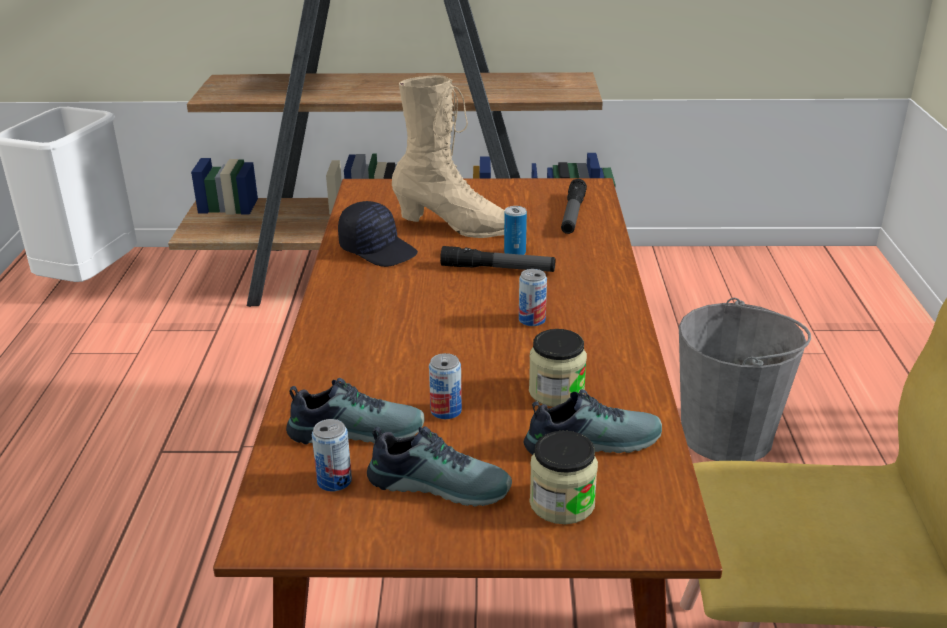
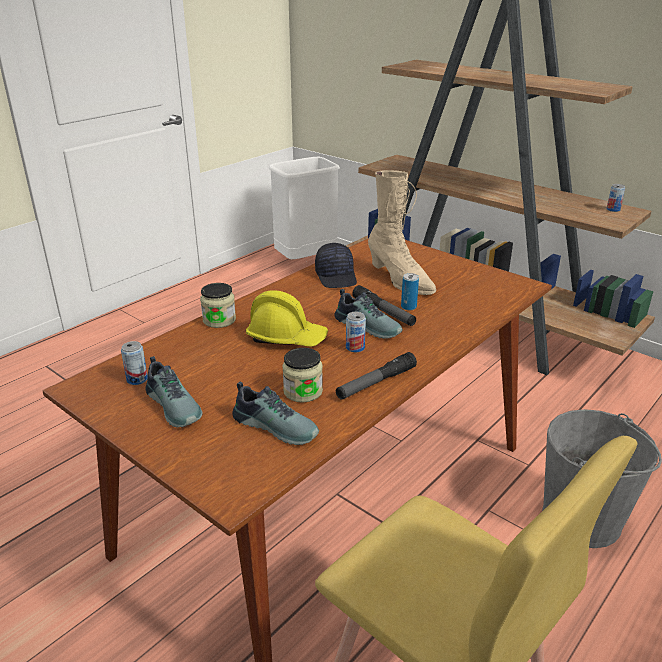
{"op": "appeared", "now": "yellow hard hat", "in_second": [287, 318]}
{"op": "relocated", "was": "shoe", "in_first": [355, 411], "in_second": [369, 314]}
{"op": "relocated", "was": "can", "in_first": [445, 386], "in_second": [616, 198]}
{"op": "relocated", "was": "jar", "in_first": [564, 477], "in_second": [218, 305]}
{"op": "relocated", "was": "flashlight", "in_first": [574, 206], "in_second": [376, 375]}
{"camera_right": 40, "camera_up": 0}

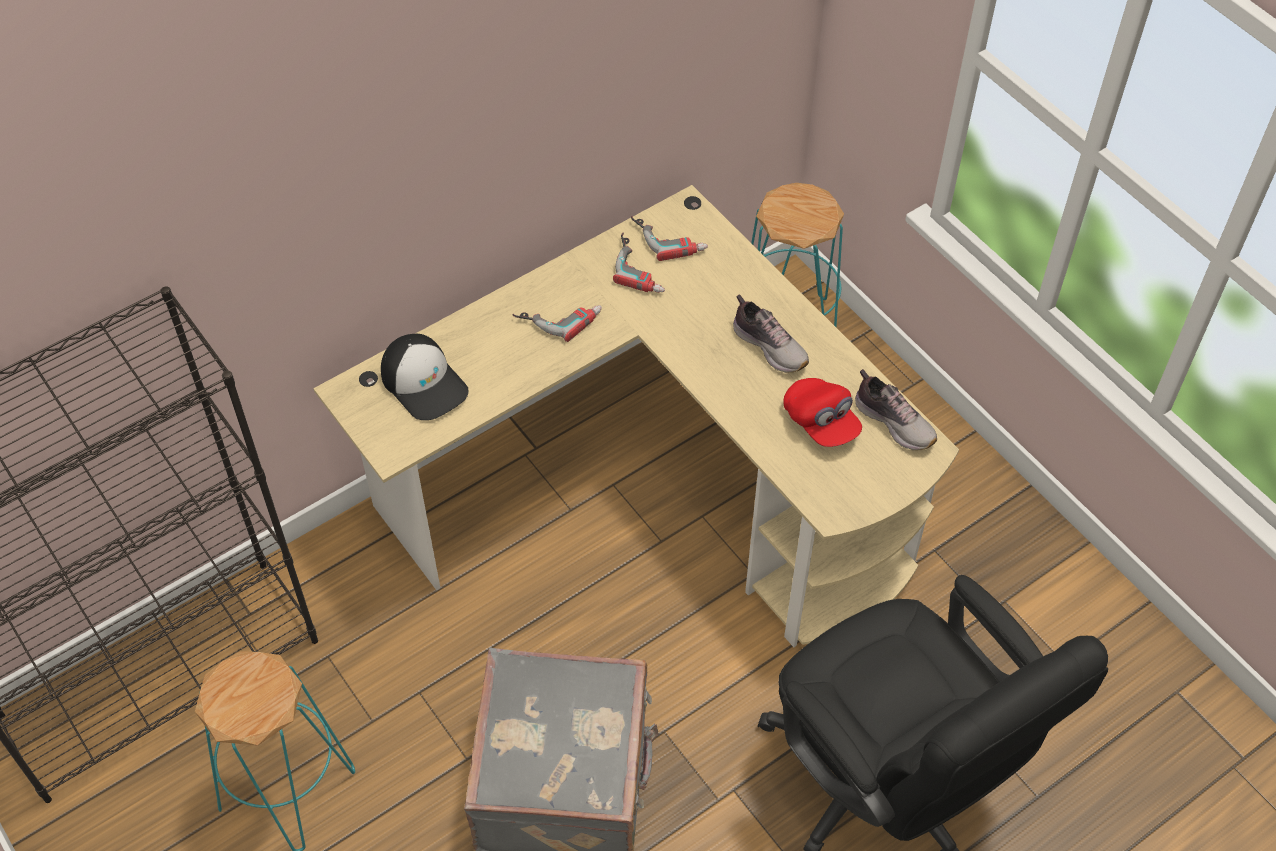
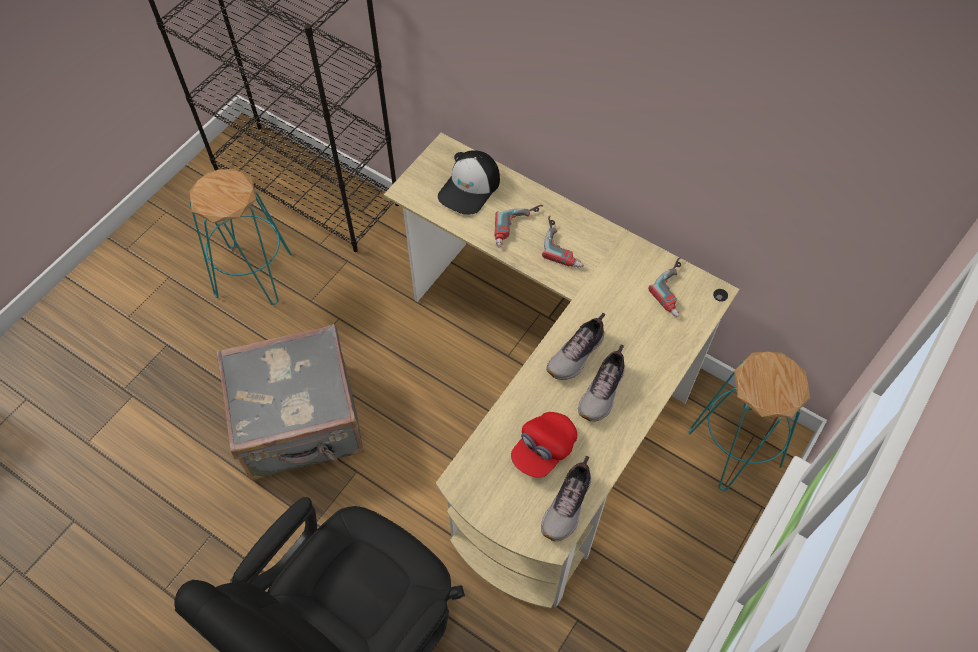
{"op": "appeared", "now": "shoe", "in_second": [575, 346]}
{"op": "relocated", "was": "power drill", "in_first": [639, 263], "in_second": [519, 226]}
{"camera_right": 70, "camera_up": 5}

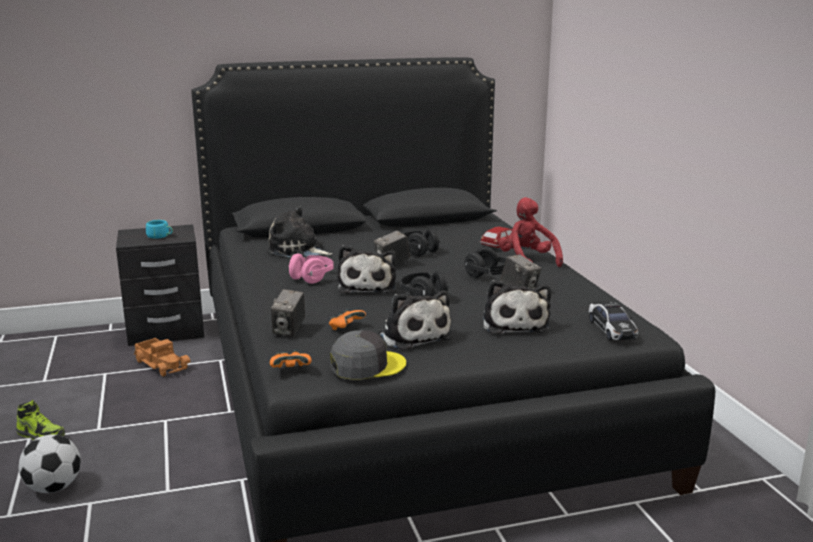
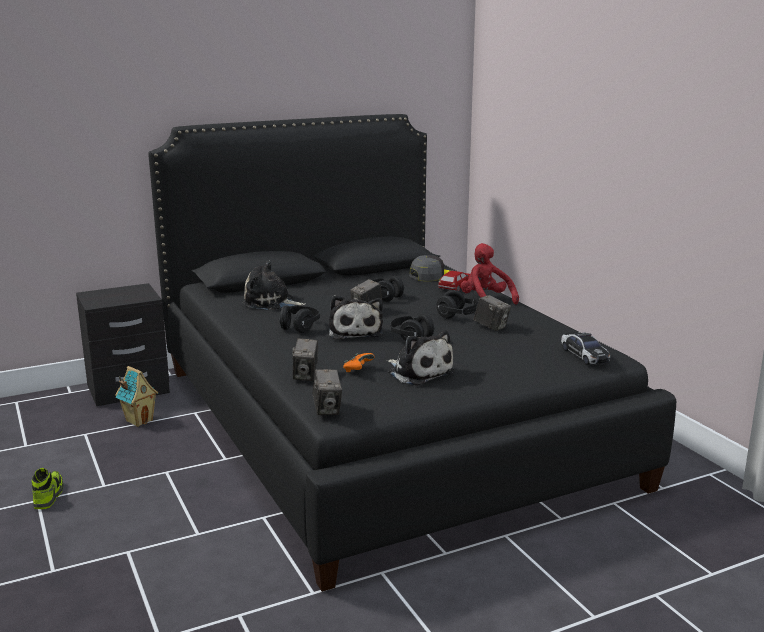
{"op": "missing", "was": "football", "in_first": [49, 463]}
{"op": "missing", "was": "turquoise cup", "in_first": [159, 229]}
{"op": "missing", "was": "plush toy", "in_first": [517, 307]}
{"op": "relocated", "was": "grey cap", "in_first": [368, 354], "in_second": [429, 268]}
{"op": "exchanged", "was": "toy truck", "now": "toy house", "in_first": [161, 357], "in_second": [136, 396]}
{"op": "exchanged", "was": "orange game controller", "now": "photo camera", "in_first": [291, 359], "in_second": [327, 392]}
{"op": "colour", "was": "pink headphones", "now": "black headphones", "in_first": [311, 268], "in_second": [299, 319]}
{"op": "spun", "was": "shoe", "in_first": [40, 420], "in_second": [47, 488], "clockwise": -105}
{"camera_right": -10, "camera_up": 0}

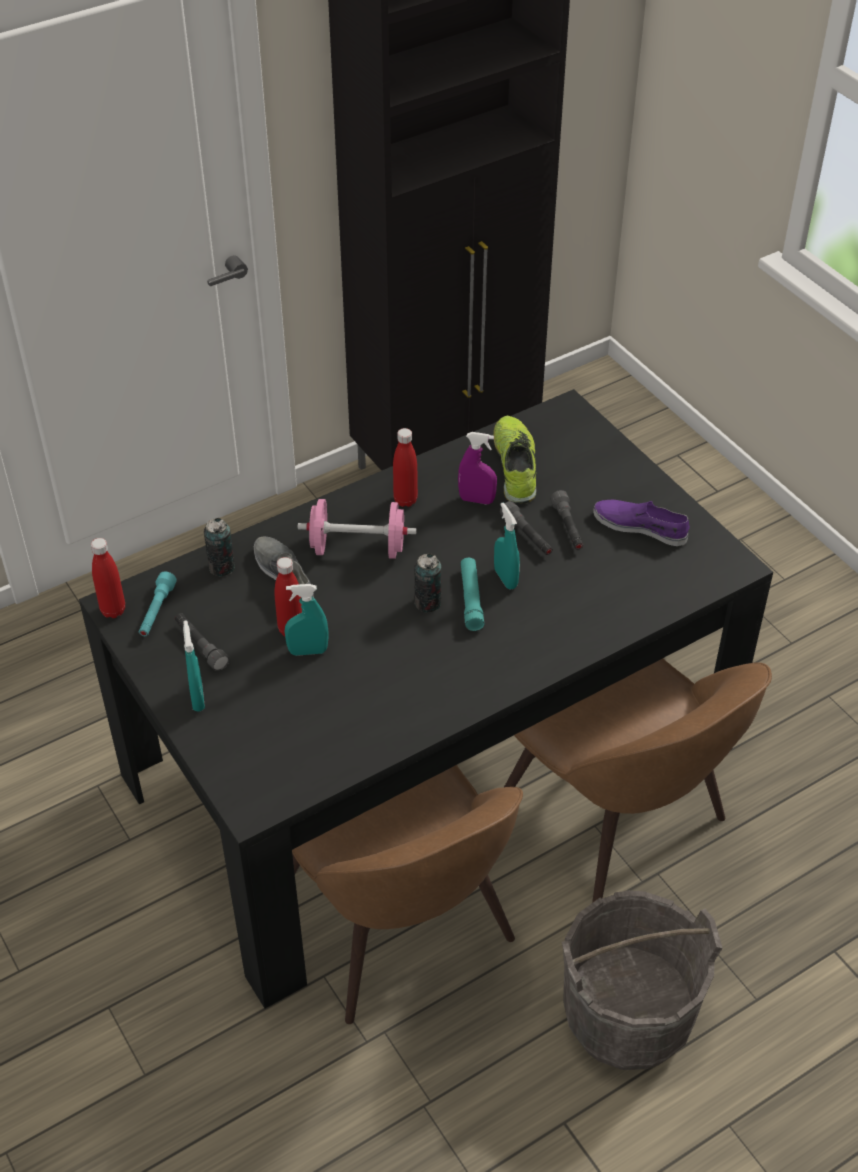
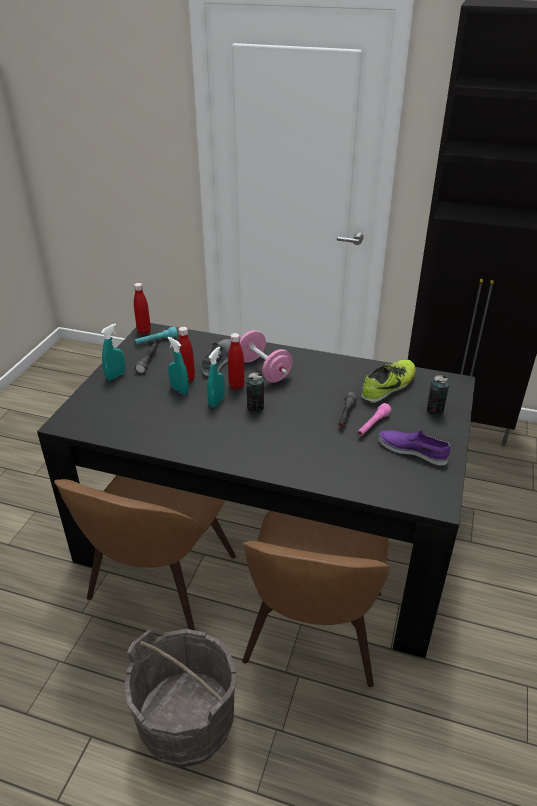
{"op": "missing", "was": "purple spray bottle", "in_first": [477, 468]}
{"op": "missing", "was": "turquoise flashlight", "in_first": [472, 594]}
{"op": "relocated", "was": "can", "in_first": [219, 547], "in_second": [437, 395]}
{"op": "relocated", "was": "red bottle", "in_first": [405, 467], "in_second": [236, 361]}
{"op": "relocated", "was": "turquoise spray bottle", "in_first": [507, 546], "in_second": [216, 377]}
{"op": "colour", "was": "grey flashlight", "now": "pink flashlight", "in_first": [566, 520], "in_second": [374, 419]}
{"op": "spun", "was": "purple shoe", "in_first": [641, 522], "in_second": [414, 448], "clockwise": -45}
{"camera_right": 50, "camera_up": -10}

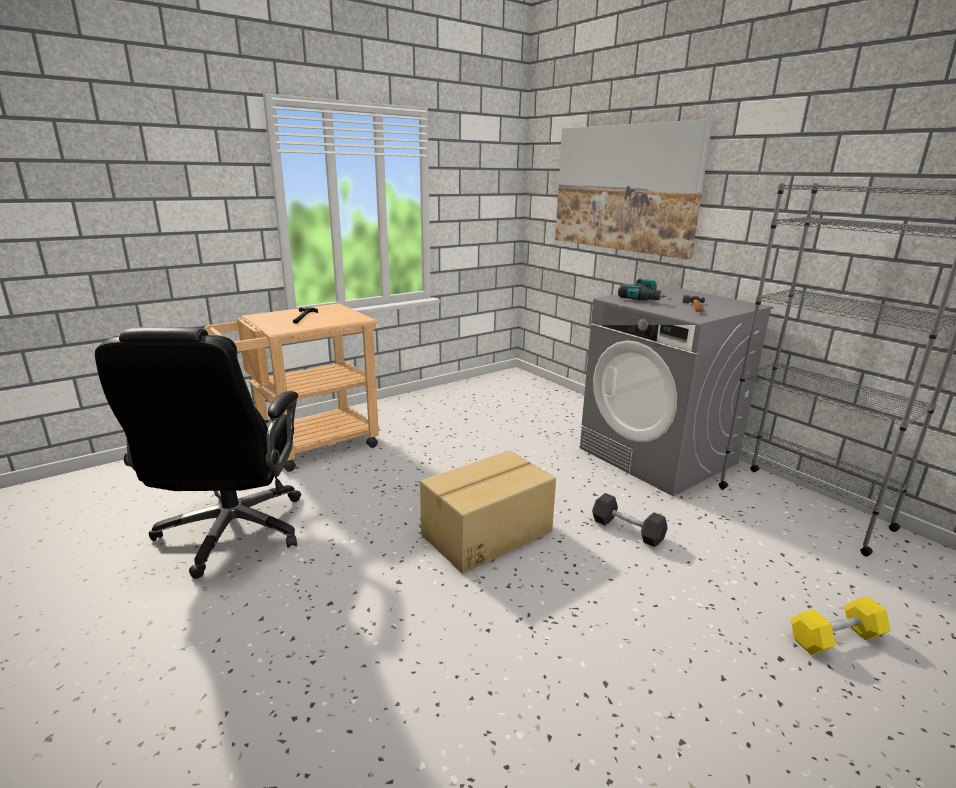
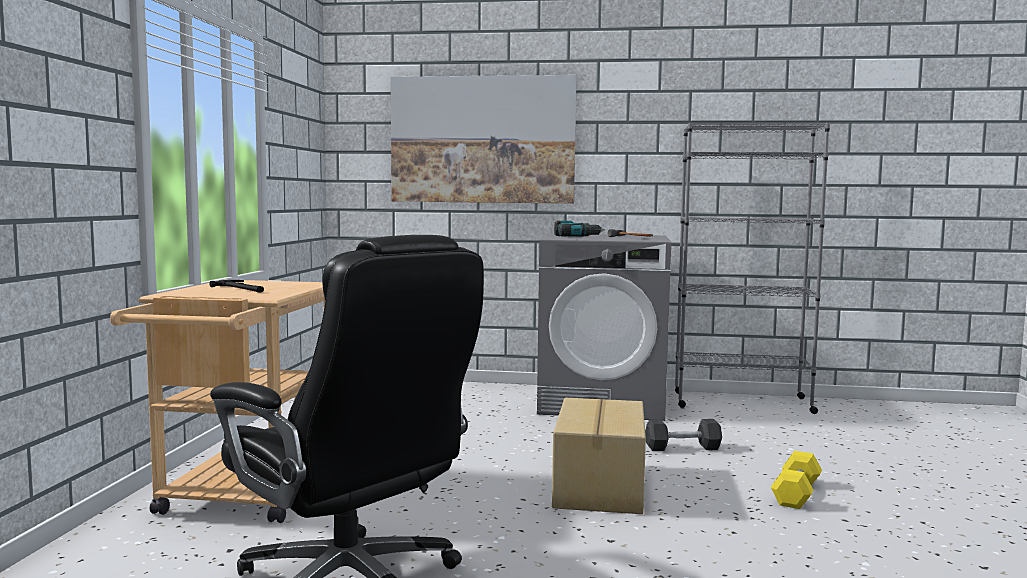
{"op": "relocated", "was": "yellow dumbbell", "in_first": [841, 626], "in_second": [796, 480]}
{"camera_right": -45, "camera_up": -15}

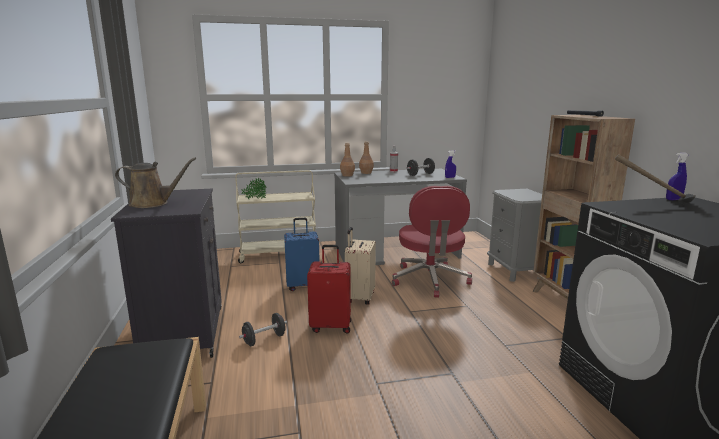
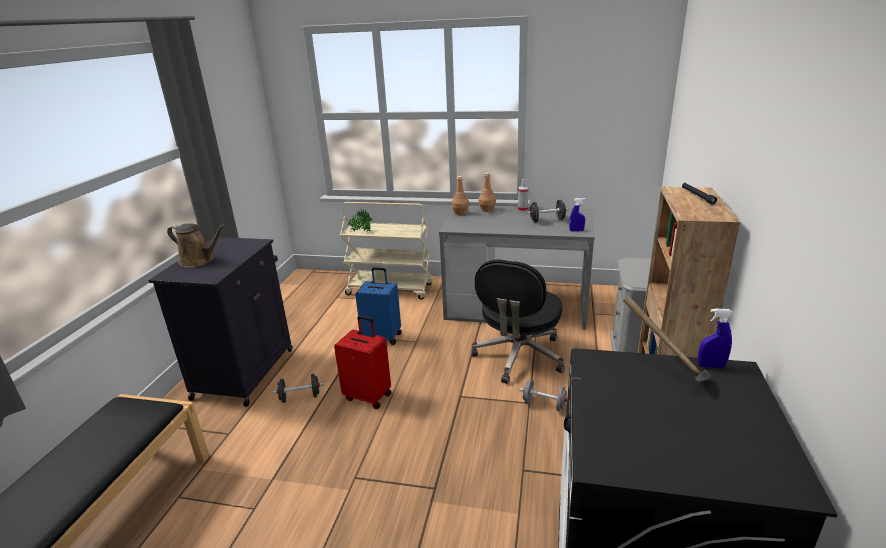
{"op": "missing", "was": "beige suitcase", "in_first": [360, 266]}
{"op": "appeared", "now": "grey dumbbell", "in_second": [543, 395]}
{"op": "colour", "was": "red office chair", "now": "black office chair", "in_first": [432, 242], "in_second": [518, 321]}
{"camera_right": 25, "camera_up": 10}

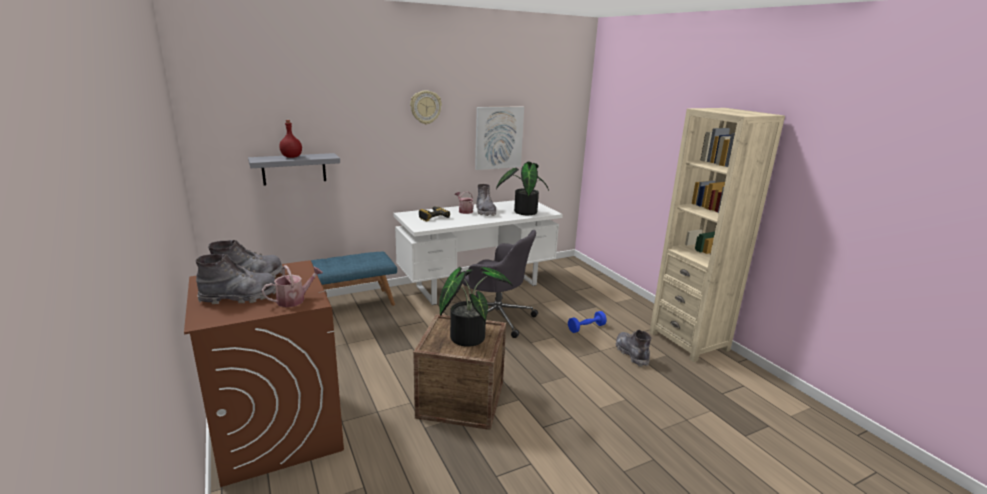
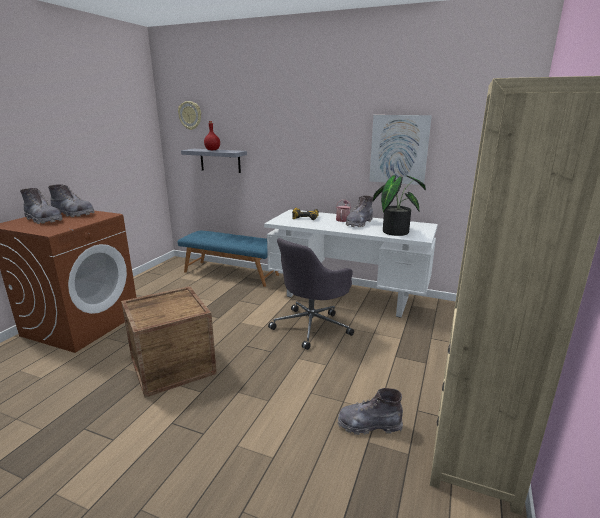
{"op": "missing", "was": "watering can", "in_first": [292, 286]}
{"op": "missing", "was": "potted plant", "in_first": [476, 307]}
{"op": "missing", "was": "blue dumbbell", "in_first": [587, 322]}
{"op": "relocated", "was": "wall clock", "in_first": [426, 107], "in_second": [189, 115]}
{"op": "spun", "was": "grey office chair", "in_first": [500, 284], "in_second": [311, 294], "clockwise": 60}
{"op": "spun", "was": "grey boot", "in_first": [634, 348], "in_second": [370, 411], "clockwise": -120}
{"camera_right": 50, "camera_up": 0}

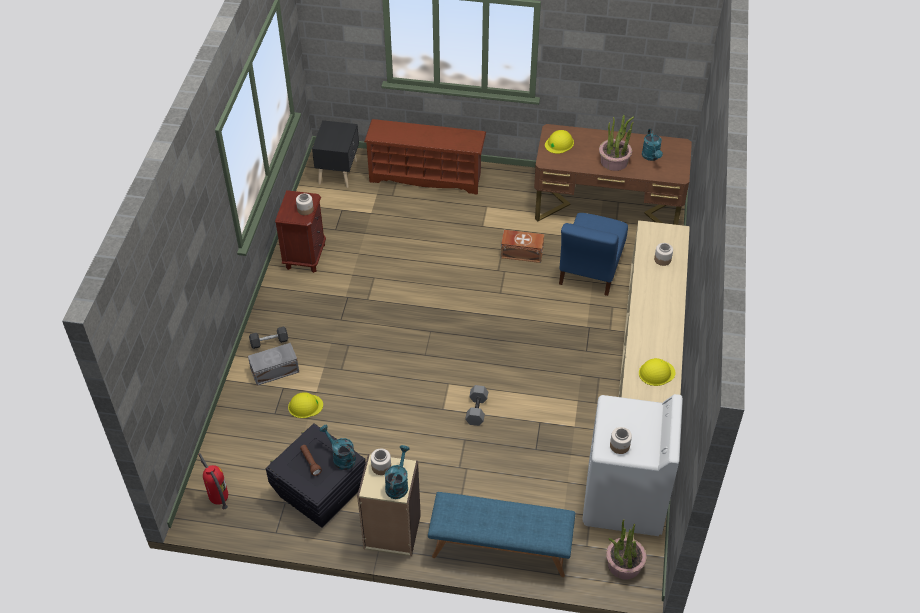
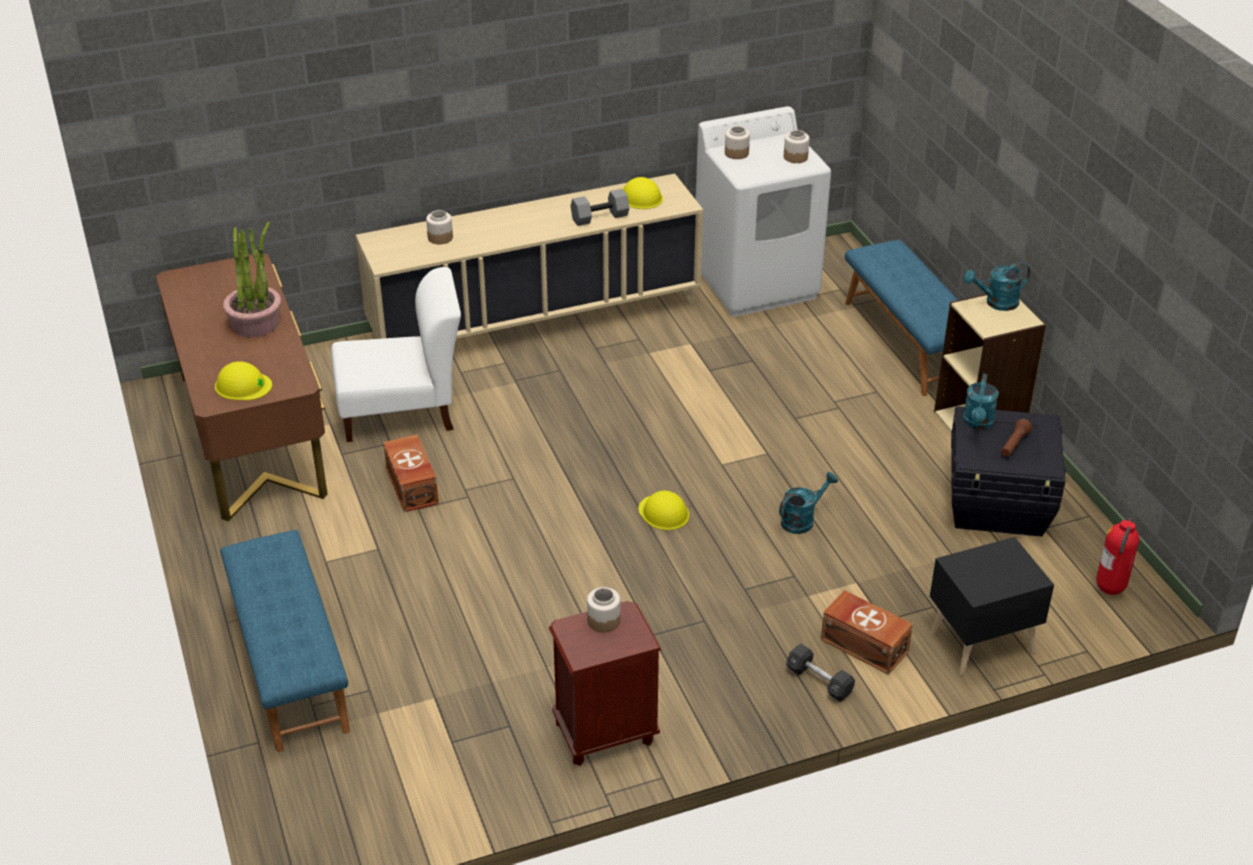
{"op": "missing", "was": "potted plant", "in_first": [626, 549]}
{"op": "relocated", "was": "yellow hard hat", "in_first": [305, 405], "in_second": [663, 510]}
{"op": "relocated", "was": "black nightstand", "in_first": [335, 154], "in_second": [992, 606]}
{"op": "relocated", "was": "jar", "in_first": [381, 462], "in_second": [737, 142]}
{"op": "relocated", "was": "grey dumbbell", "in_first": [476, 405], "in_second": [599, 207]}
{"op": "relocated", "was": "turquoise watering can", "in_first": [652, 145], "in_second": [808, 503]}
{"op": "exchanged", "was": "brown shoe rack", "now": "blue bench", "in_first": [425, 157], "in_second": [285, 641]}
{"op": "colour", "was": "grey storage box", "now": "brown storage box", "in_first": [273, 364], "in_second": [867, 632]}
{"op": "colour", "was": "blue chair", "now": "white chair", "in_first": [593, 254], "in_second": [396, 354]}
{"camera_right": -120, "camera_up": -10}

